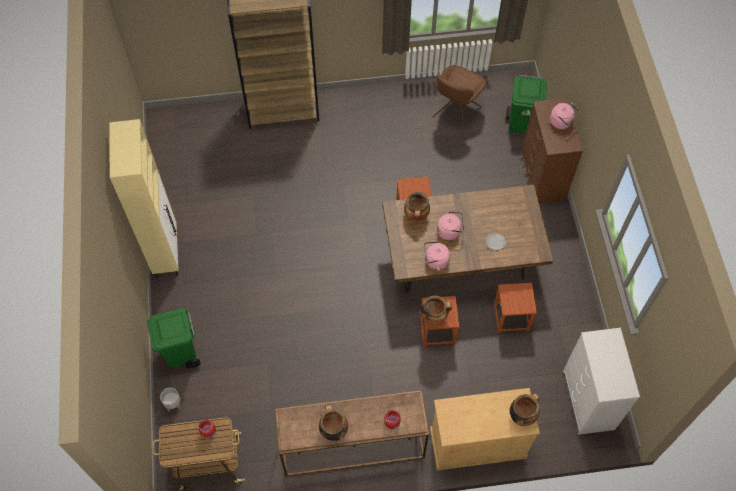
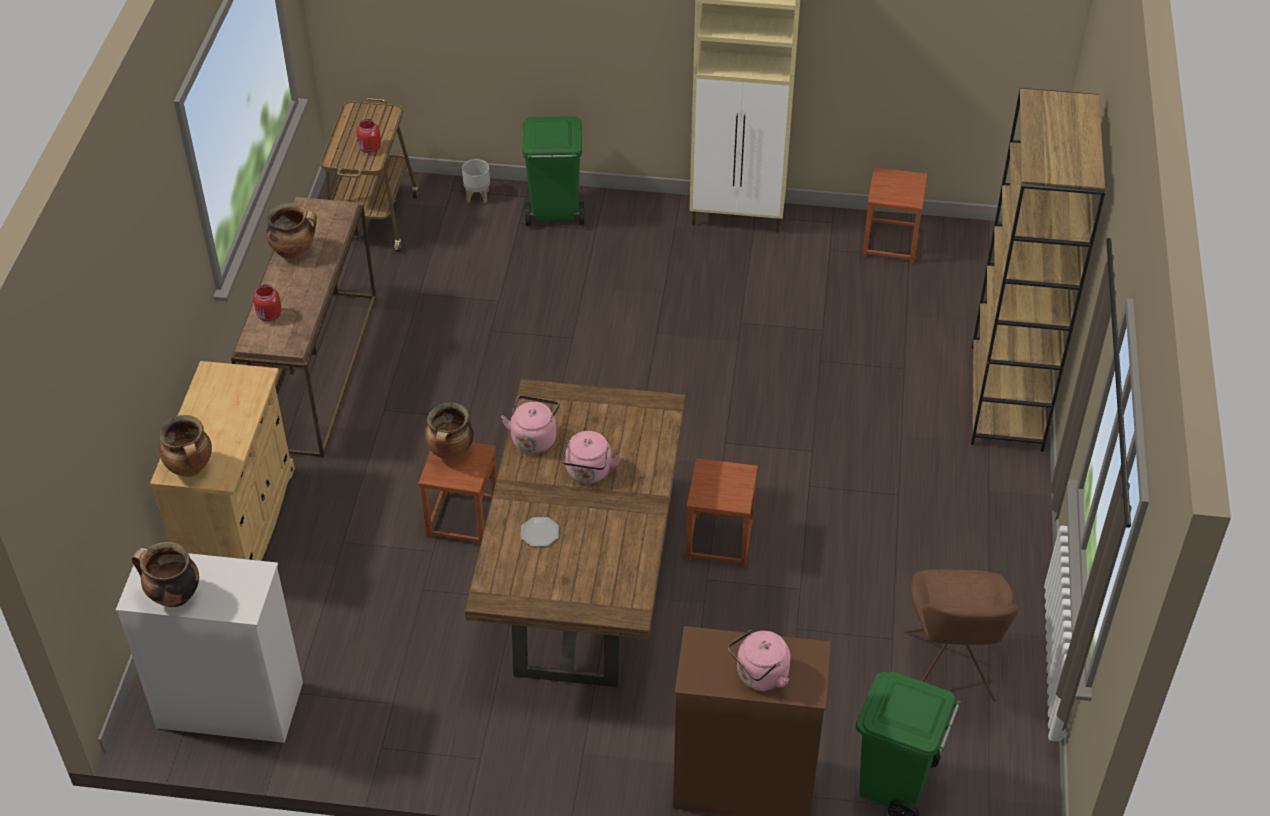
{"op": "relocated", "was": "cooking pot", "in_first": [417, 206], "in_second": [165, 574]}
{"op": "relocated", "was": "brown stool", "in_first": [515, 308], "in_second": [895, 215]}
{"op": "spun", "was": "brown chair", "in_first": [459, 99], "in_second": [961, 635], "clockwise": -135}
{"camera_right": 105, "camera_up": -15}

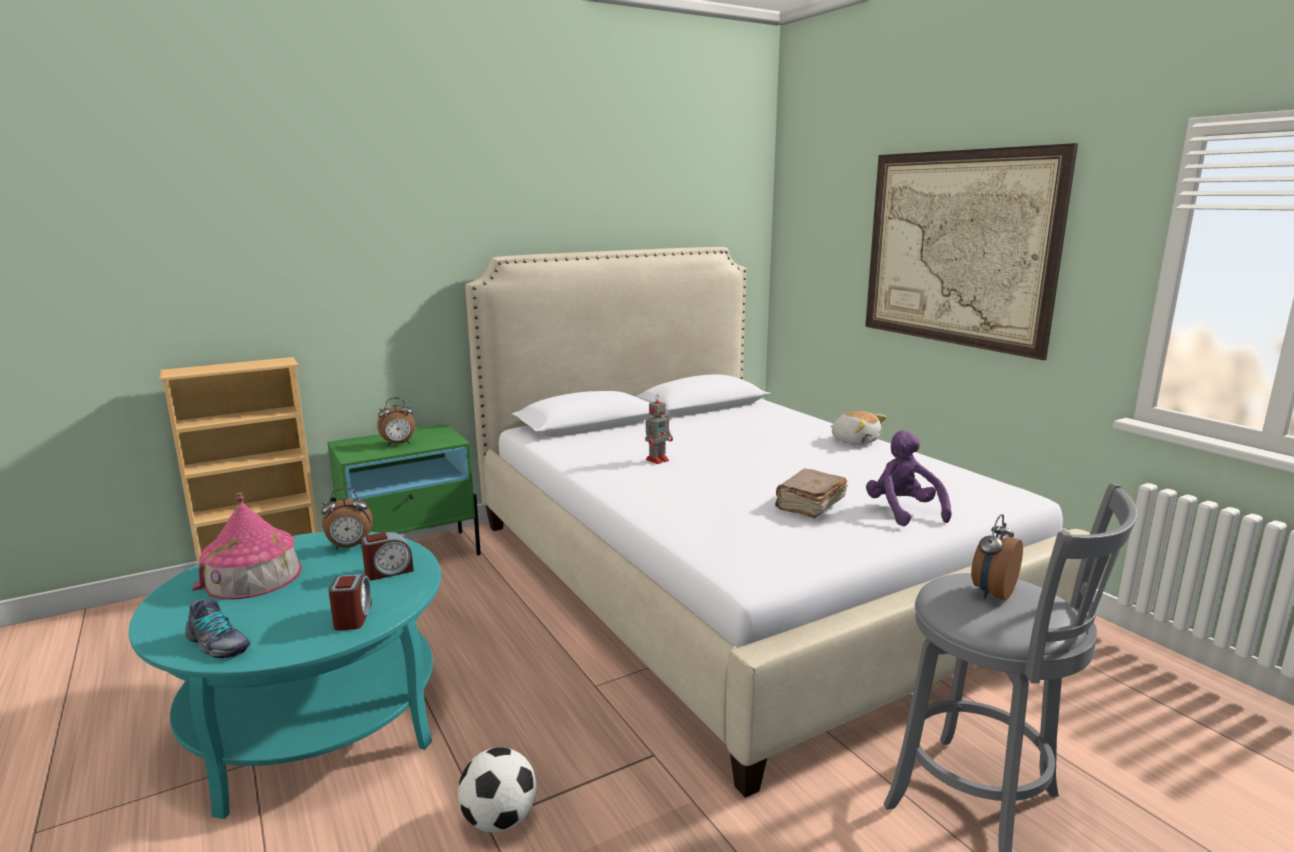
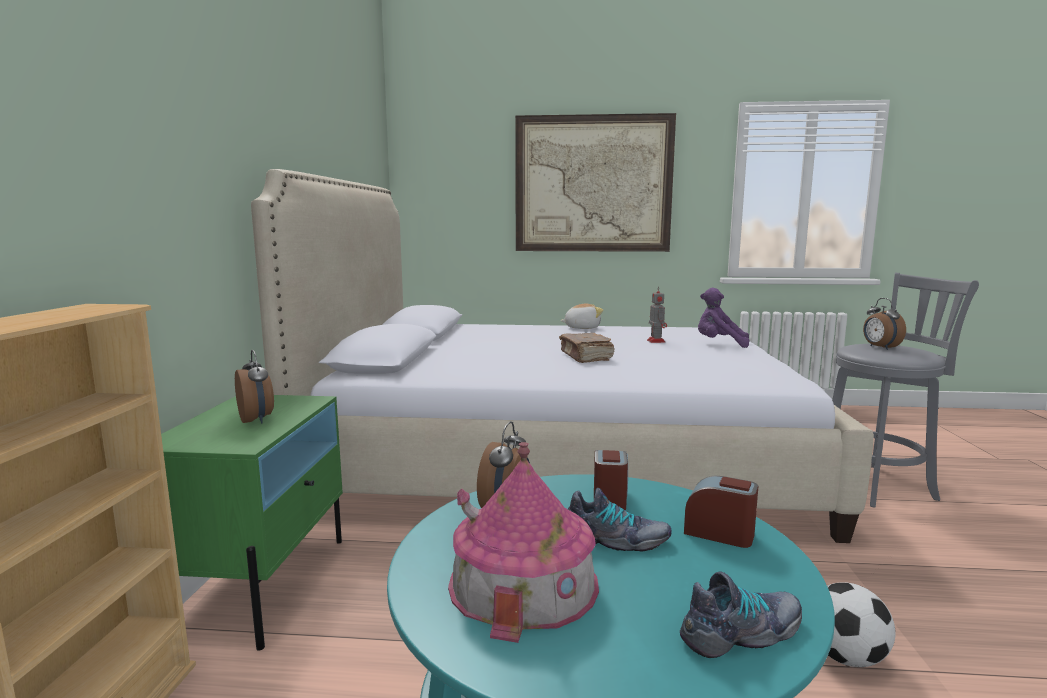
{"op": "appeared", "now": "shoe", "in_second": [620, 520]}
{"op": "relocated", "was": "toy robot", "in_first": [659, 429], "in_second": [657, 314]}
{"op": "relocated", "was": "brown book", "in_first": [811, 493], "in_second": [586, 348]}
{"op": "spun", "was": "alarm clock", "in_first": [396, 422], "in_second": [254, 387], "clockwise": -45}
{"camera_right": -55, "camera_up": -5}

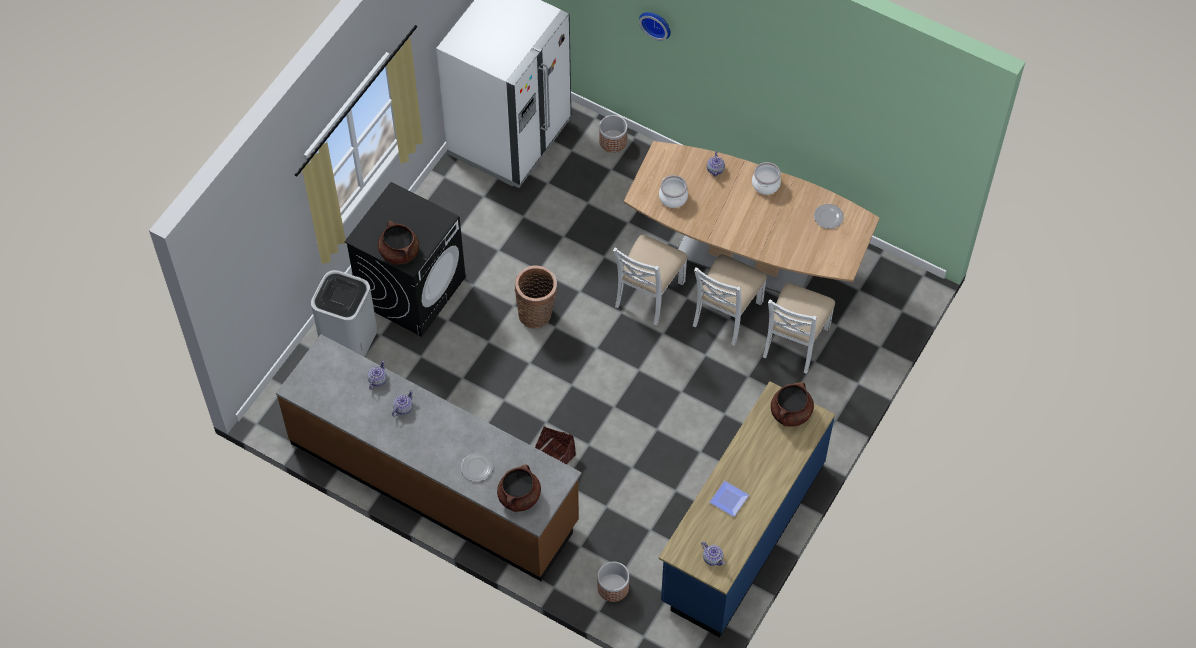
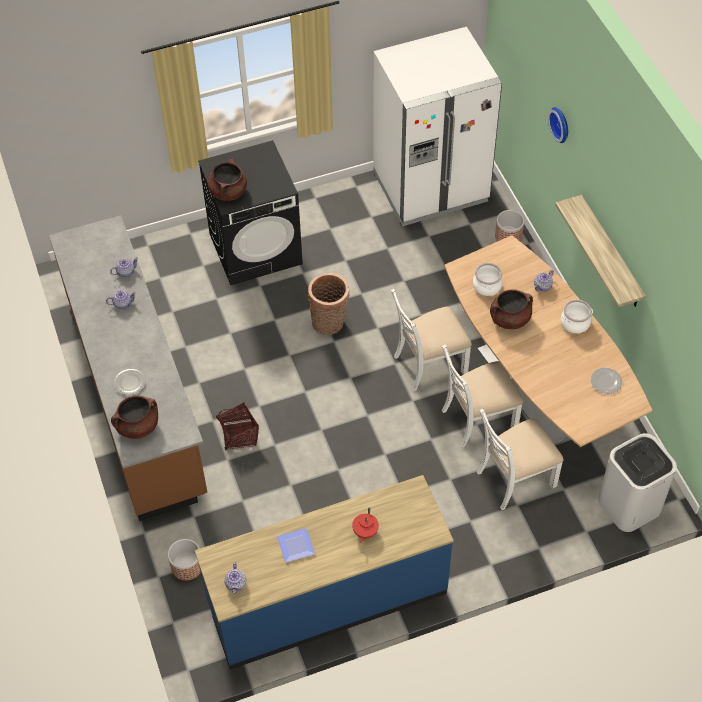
{"op": "appeared", "now": "red teapot", "in_second": [365, 525]}
{"op": "appeared", "now": "shelf", "in_second": [600, 251]}
{"op": "relocated", "was": "white trash can", "in_first": [344, 313], "in_second": [637, 482]}
{"op": "relocated", "was": "brown cooking pot", "in_first": [792, 404], "in_second": [511, 309]}
{"camera_right": 40, "camera_up": -5}

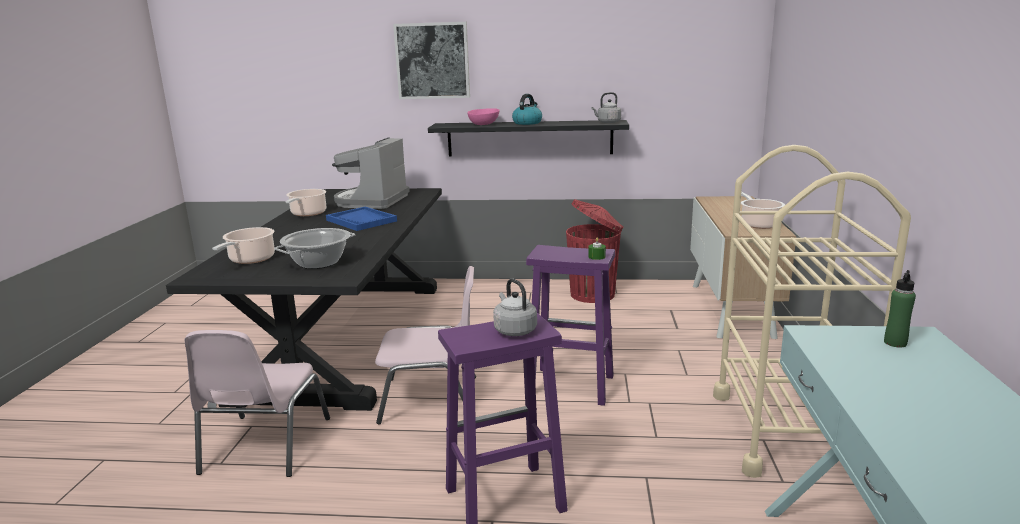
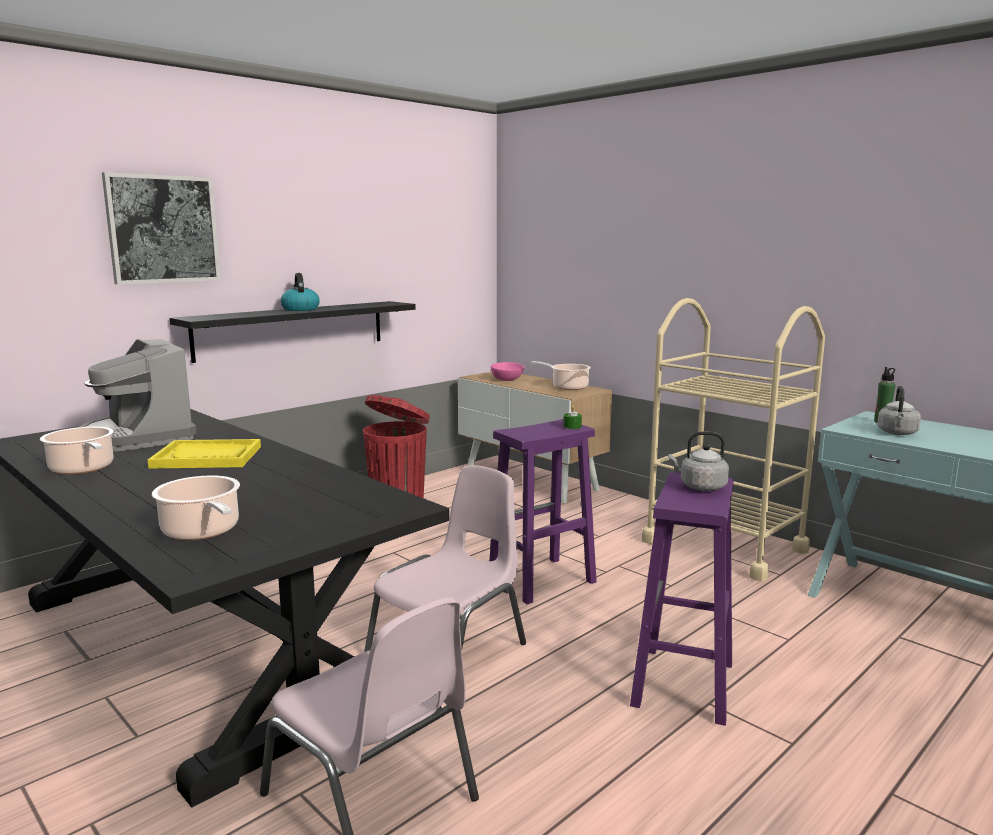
{"op": "missing", "was": "cooking pot", "in_first": [314, 248]}
{"op": "relocated", "was": "pink bowl", "in_first": [483, 116], "in_second": [508, 371]}
{"op": "relocated", "was": "grey kettle", "in_first": [606, 107], "in_second": [899, 410]}
{"op": "colour", "was": "blue tray", "now": "yellow tray", "in_first": [361, 219], "in_second": [204, 454]}
{"camera_right": -50, "camera_up": -5}

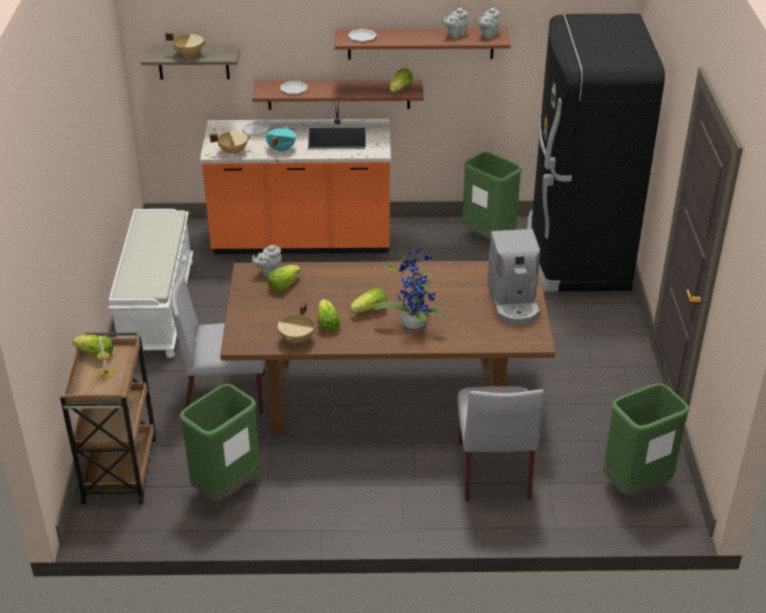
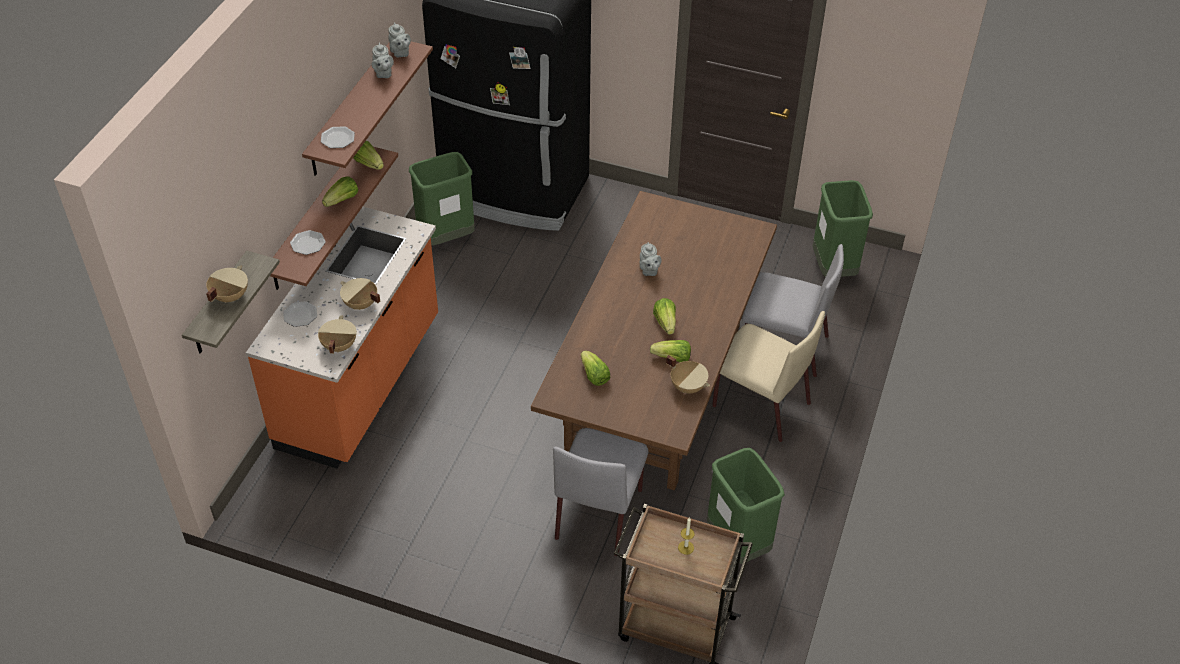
{"op": "missing", "was": "white bench", "in_first": [150, 283]}
{"op": "missing", "was": "potted plant", "in_first": [410, 289]}
{"op": "missing", "was": "coffee machine", "in_first": [513, 277]}
{"op": "appeared", "now": "beige chair", "in_second": [768, 376]}
{"op": "relocated", "was": "lettuce", "in_first": [92, 346], "in_second": [340, 191]}
{"op": "relocated", "was": "grey teapot", "in_first": [267, 260], "in_second": [651, 259]}
{"op": "colour", "was": "turquoise cooking pot", "now": "beige cooking pot", "in_first": [281, 140], "in_second": [360, 294]}
{"camera_right": -70, "camera_up": 10}

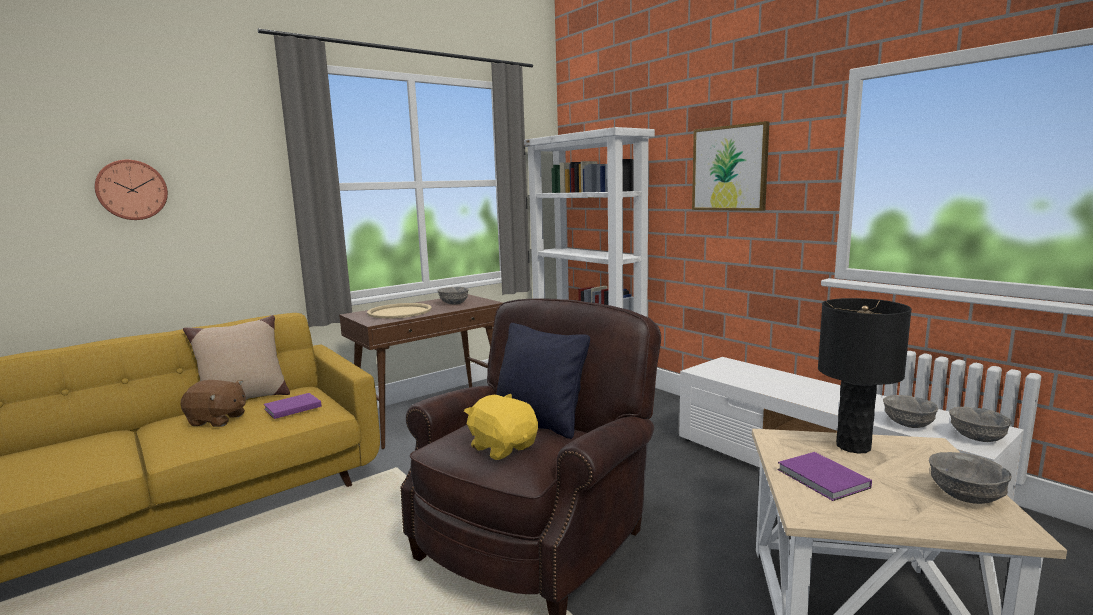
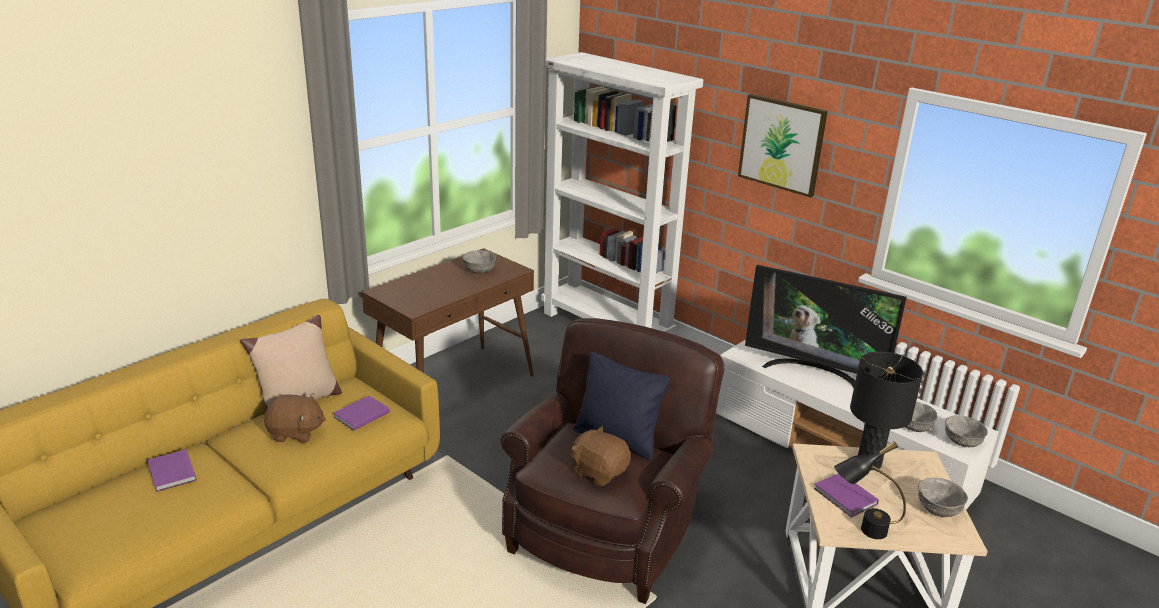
{"op": "missing", "was": "wall clock", "in_first": [131, 190]}
{"op": "missing", "was": "beige tray", "in_first": [399, 311]}
{"op": "appeared", "now": "purple book", "in_second": [172, 470]}
{"op": "appeared", "now": "television", "in_second": [826, 326]}
{"op": "appeared", "now": "black table lamp", "in_second": [870, 490]}
{"op": "colour", "was": "yellow plush toy", "now": "brown plush toy", "in_first": [501, 427], "in_second": [601, 456]}
{"camera_right": -10, "camera_up": 15}

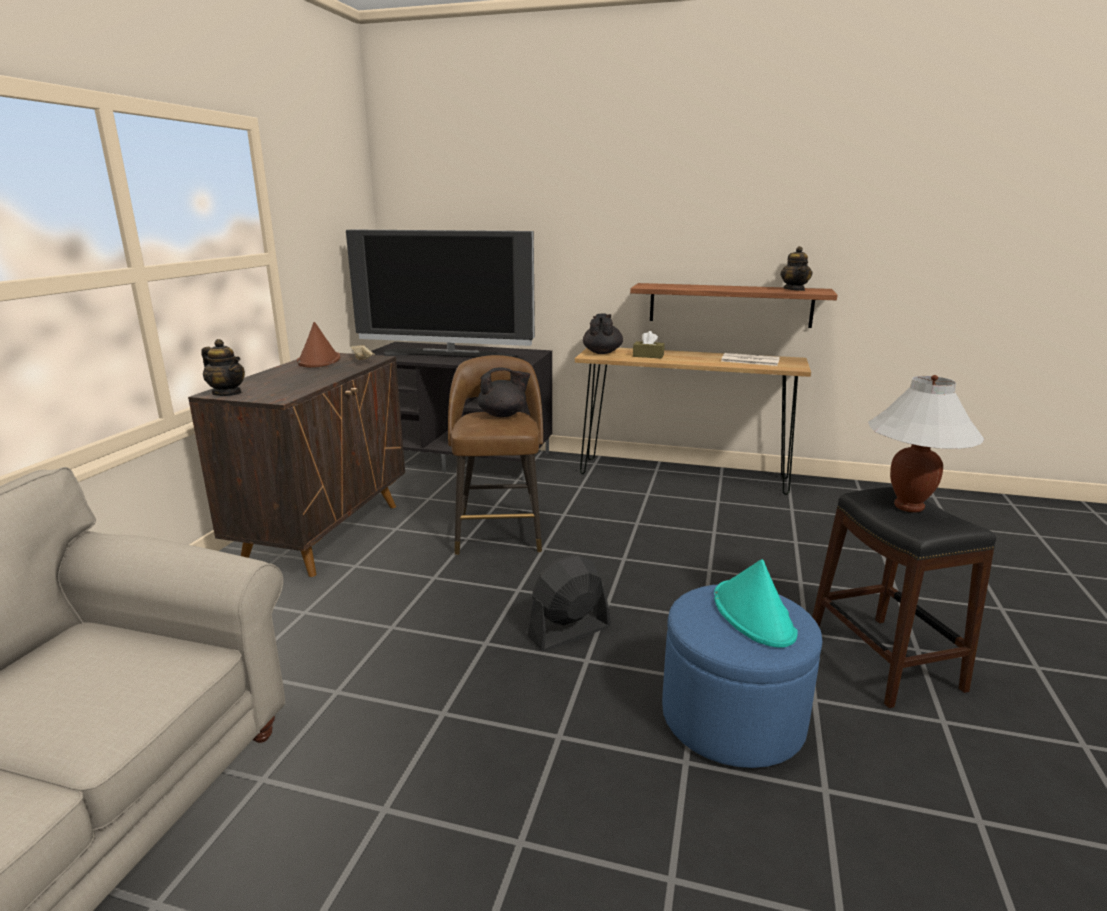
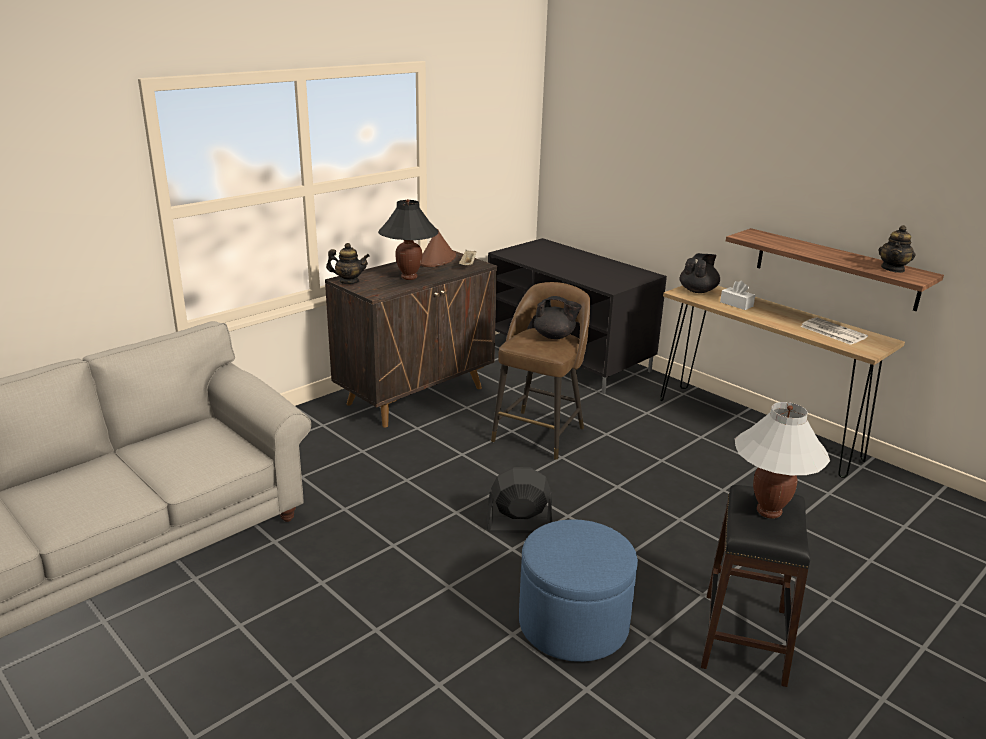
{"op": "missing", "was": "television", "in_first": [440, 293]}
{"op": "missing", "was": "turquoise hat", "in_first": [756, 603]}
{"op": "appeared", "now": "black table lamp", "in_second": [408, 239]}
{"op": "colour", "was": "brown tissue box", "now": "white tissue box", "in_first": [649, 345], "in_second": [737, 295]}
{"op": "spun", "was": "teapot", "in_first": [223, 367], "in_second": [348, 263], "clockwise": -60}
{"camera_right": 30, "camera_up": 5}

